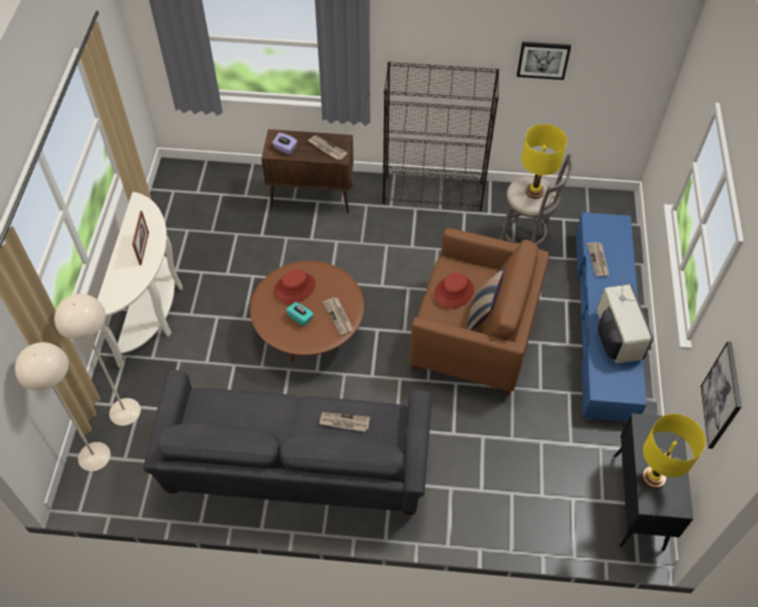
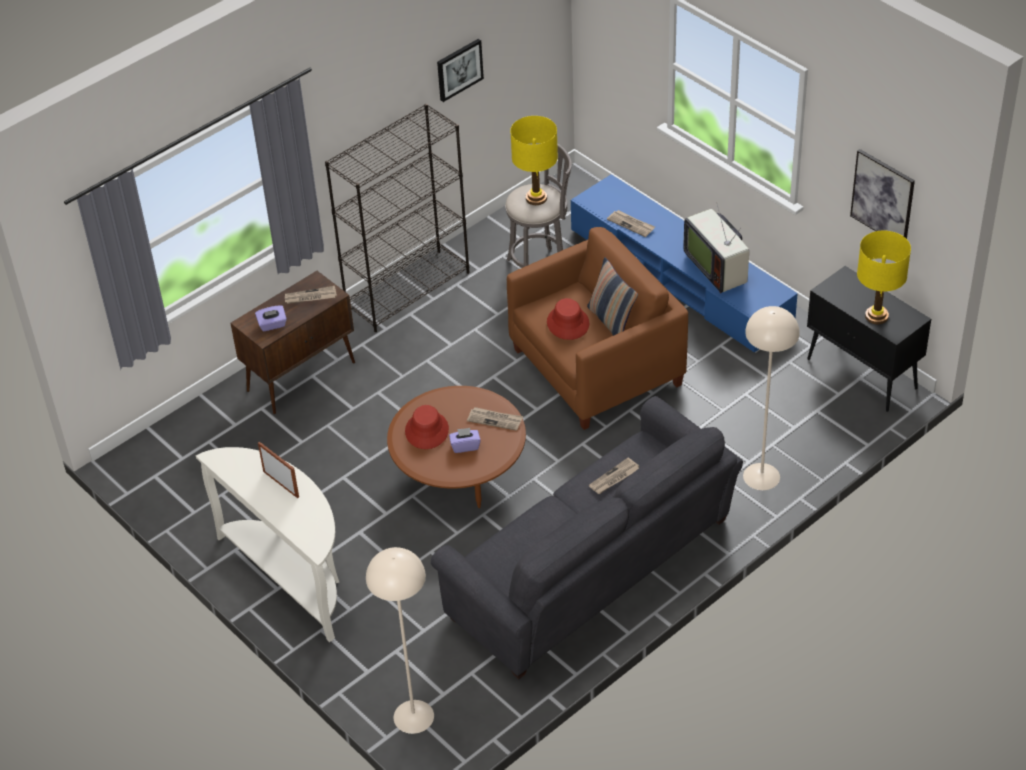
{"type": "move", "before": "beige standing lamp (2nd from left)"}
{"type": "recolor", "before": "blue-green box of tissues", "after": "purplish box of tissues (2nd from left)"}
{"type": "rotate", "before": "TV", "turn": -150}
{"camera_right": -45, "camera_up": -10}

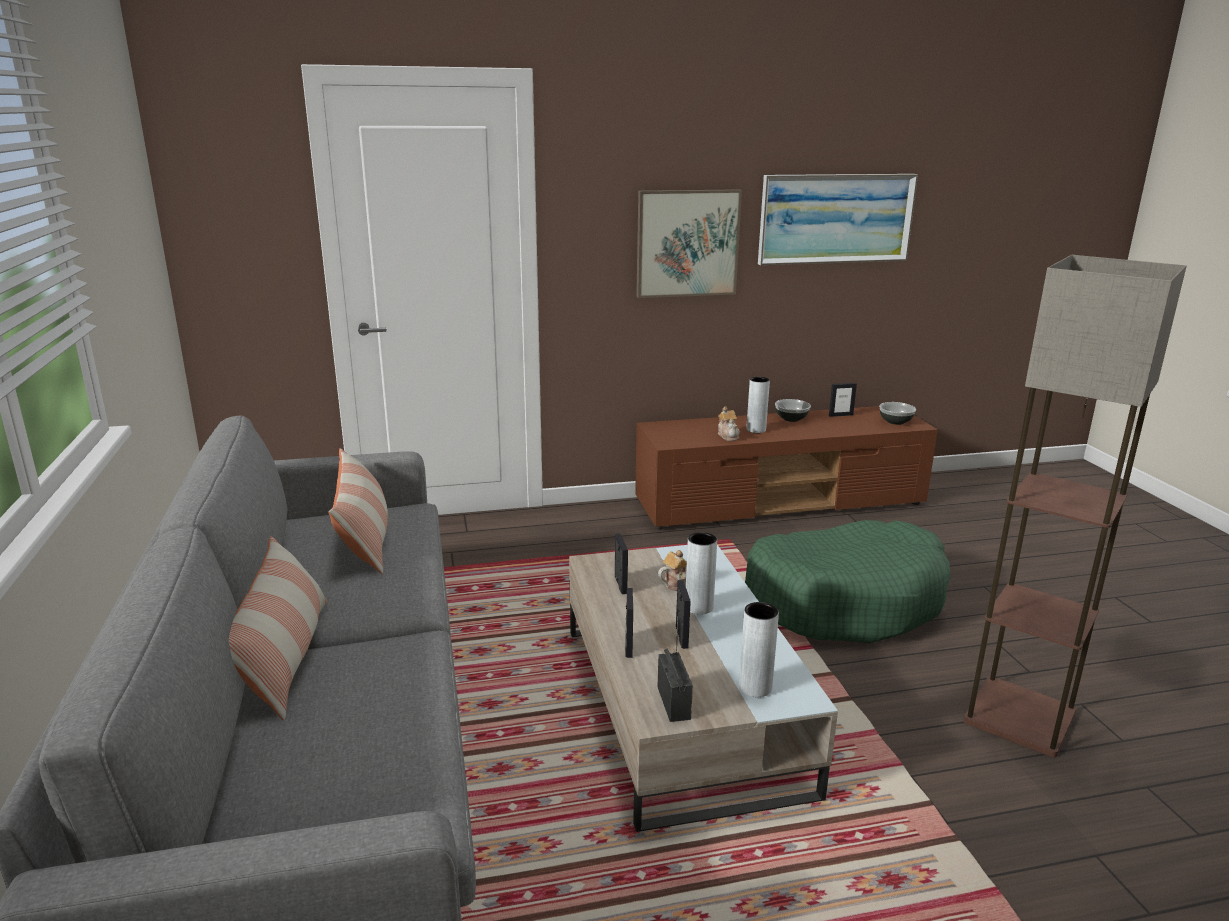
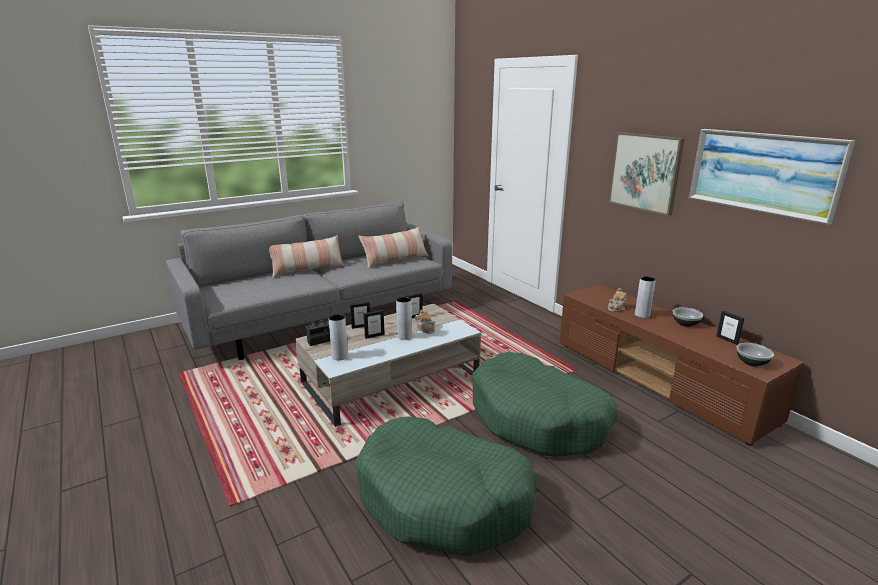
{"type": "replace", "before": "standing lamp", "after": "green-coloured dog cushion (1st from left)"}
{"camera_right": 70, "camera_up": 0}

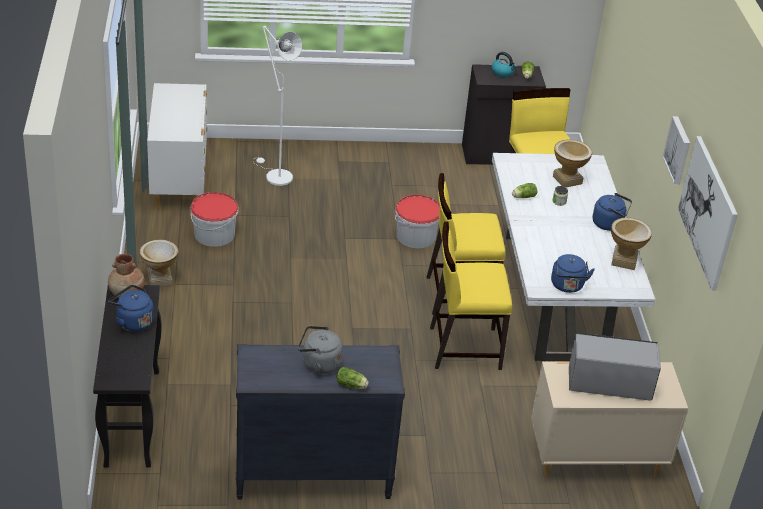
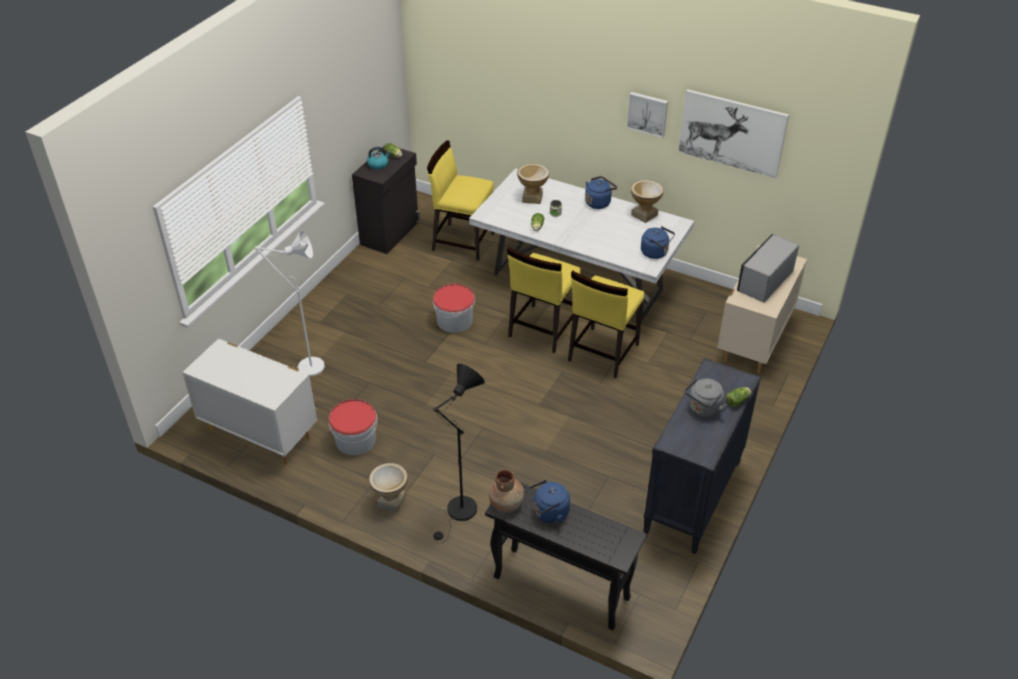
{"type": "insert", "after": "black-coloured standing lamp"}
{"camera_right": -55, "camera_up": 5}

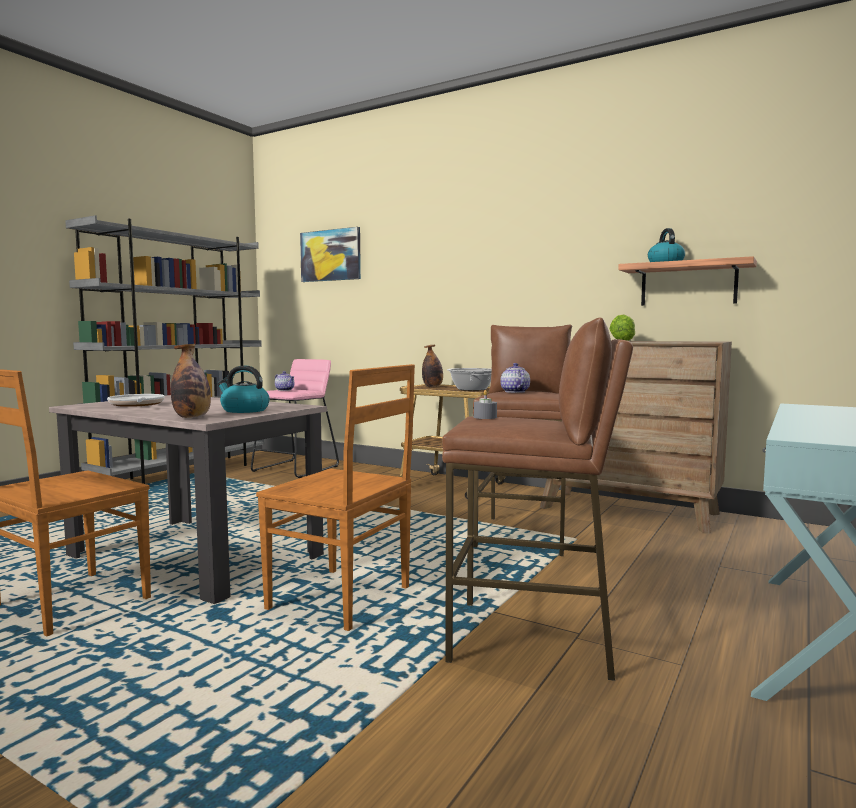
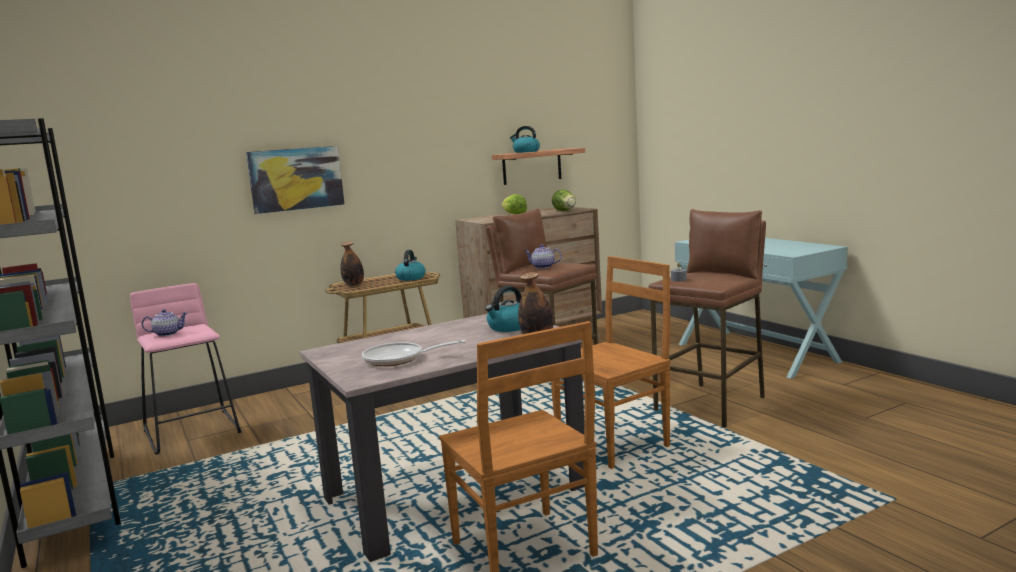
{"type": "insert", "after": "head of lettuce (2nd from left)"}
{"type": "move", "before": "wall art"}
{"type": "replace", "before": "cooking pot", "after": "kettle (1st from left)"}
{"camera_right": -60, "camera_up": 5}

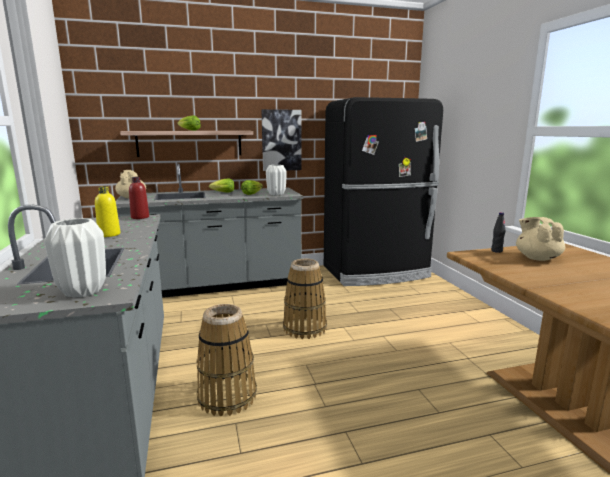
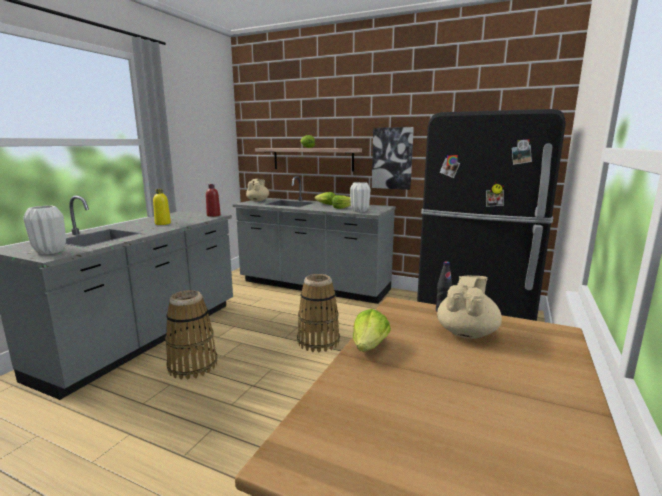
{"type": "insert", "after": "head of lettuce (4th from left)"}
{"camera_right": 40, "camera_up": 0}

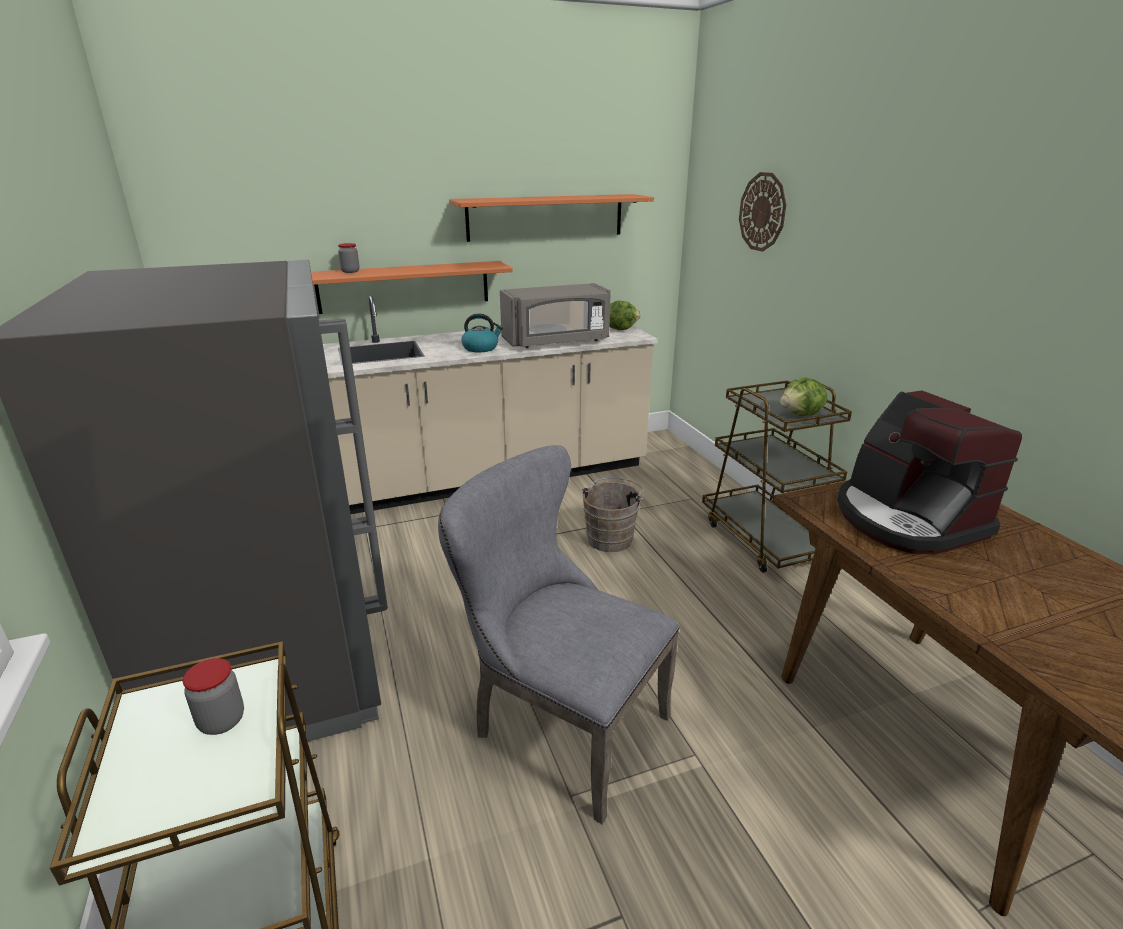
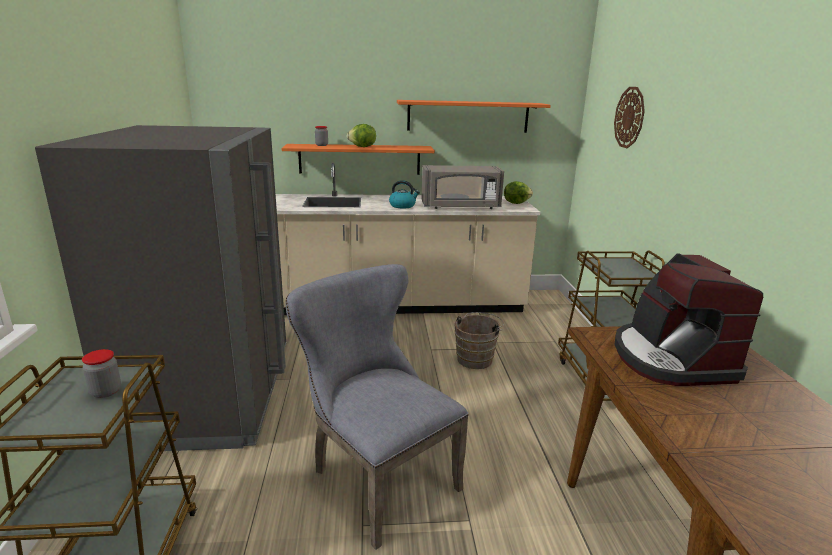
{"type": "move", "before": "head of lettuce (2nd from left in the first image)", "after": "head of lettuce (1st from left)"}
{"camera_right": 15, "camera_up": -5}

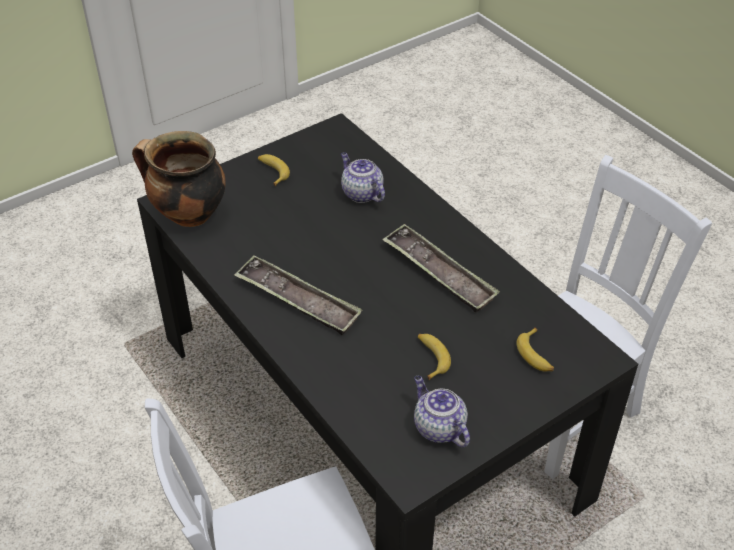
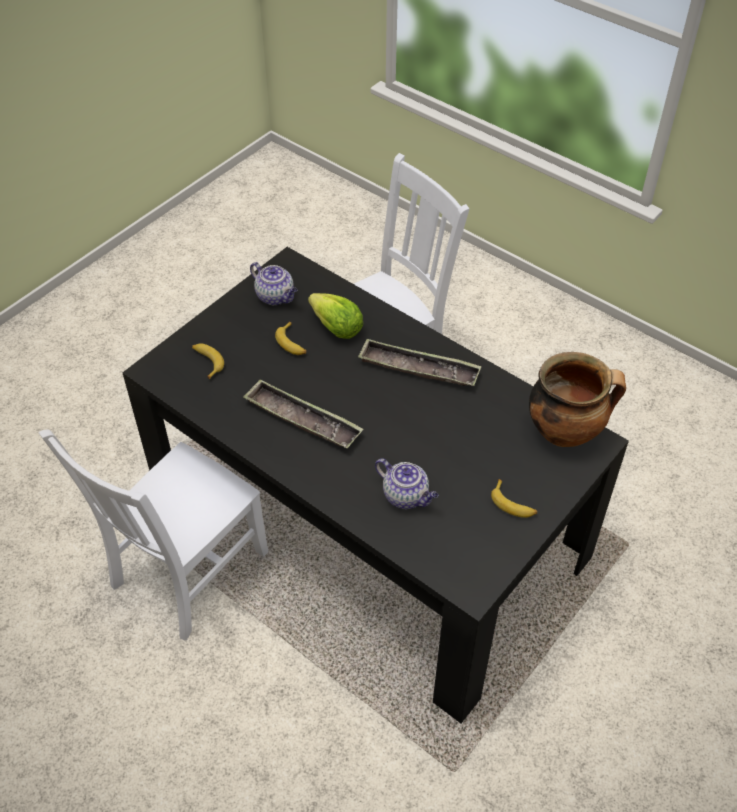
{"type": "insert", "after": "head of lettuce"}
{"camera_right": 165, "camera_up": 5}

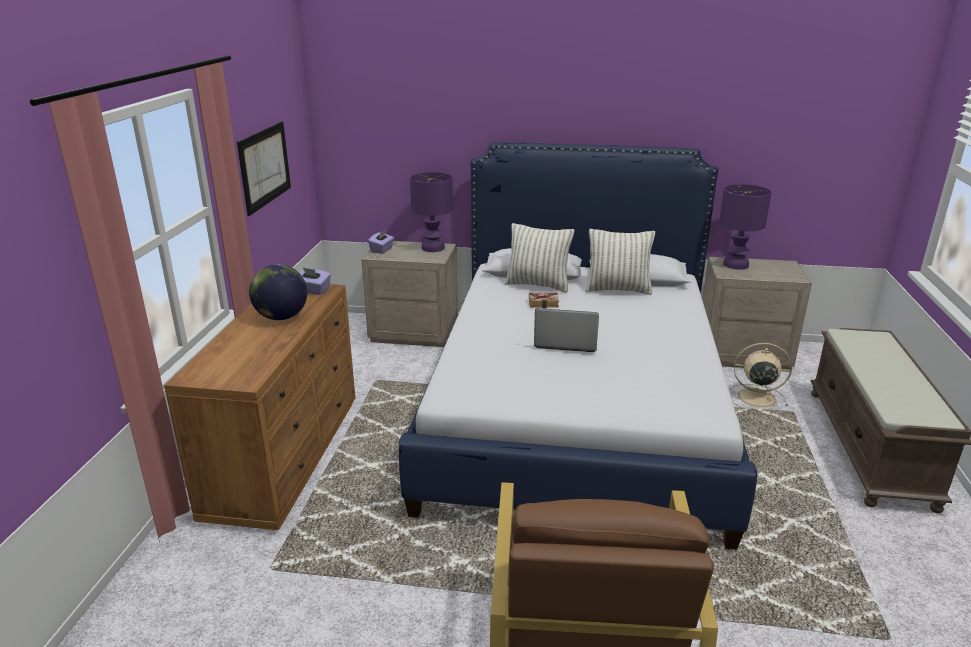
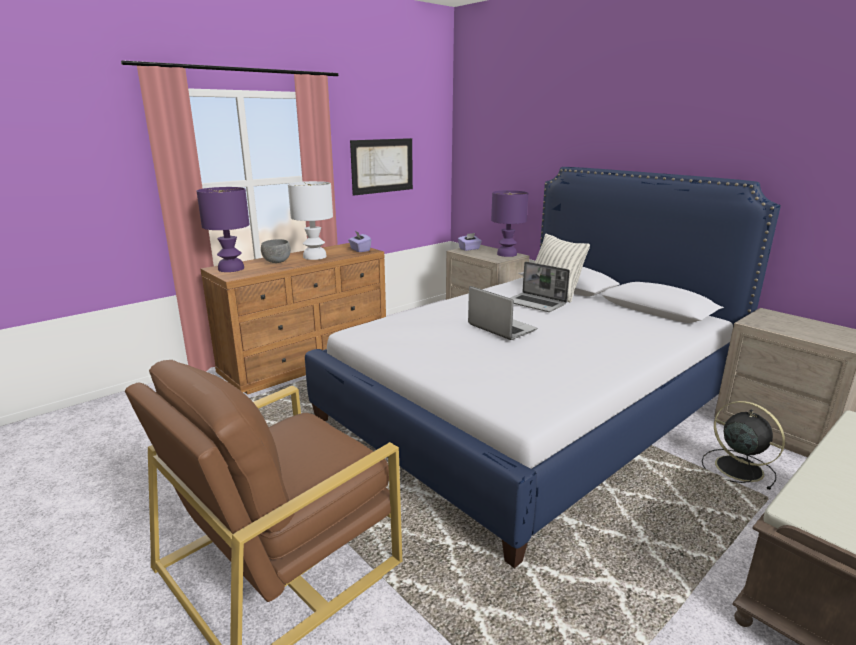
{"type": "delete", "before": "pillow (2nd from left)"}
{"type": "insert", "after": "greyish serving bowl"}
{"type": "move", "before": "purplish table lamp (2nd from left in the first image)", "after": "purplish table lamp (1st from left)"}
{"type": "replace", "before": "desk globe", "after": "white-coloured table lamp"}
{"type": "replace", "before": "book", "after": "portable computer (2nd from left)"}
{"type": "recolor", "before": "beige electric fan", "after": "black-coloured electric fan"}
{"camera_right": 40, "camera_up": -5}

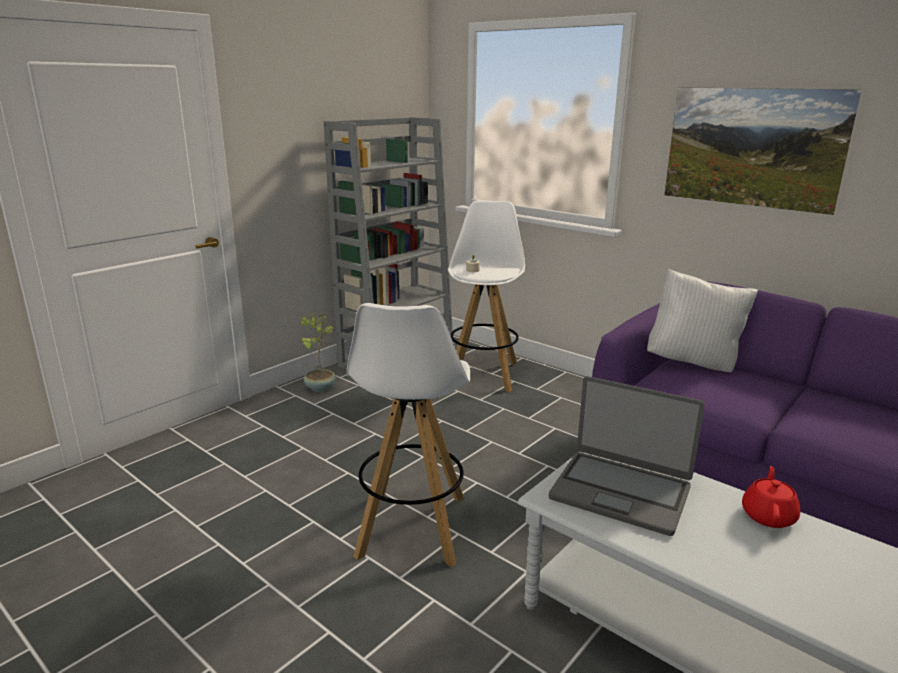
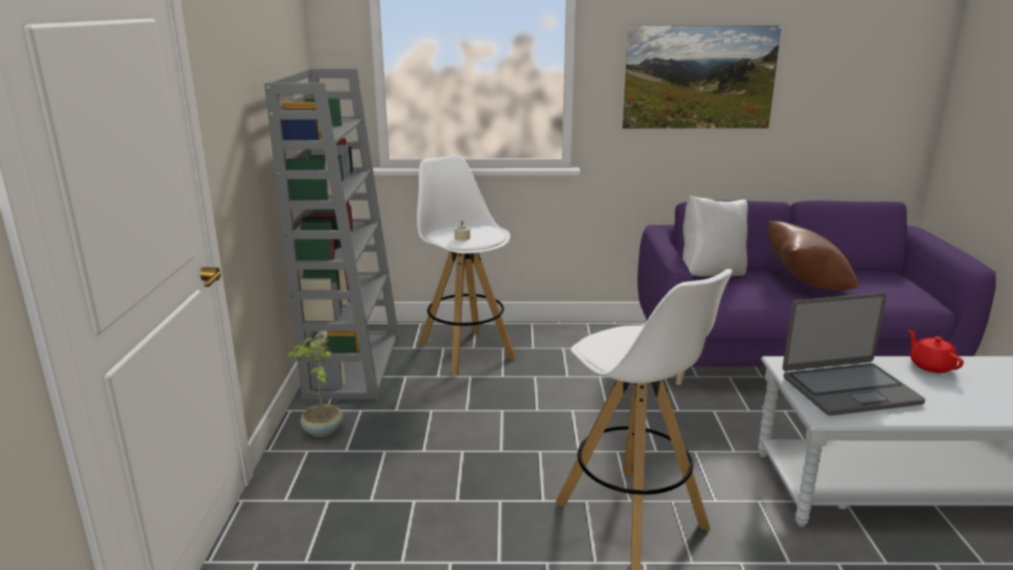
{"type": "insert", "after": "brown-coloured pillow"}
{"camera_right": -40, "camera_up": 0}

